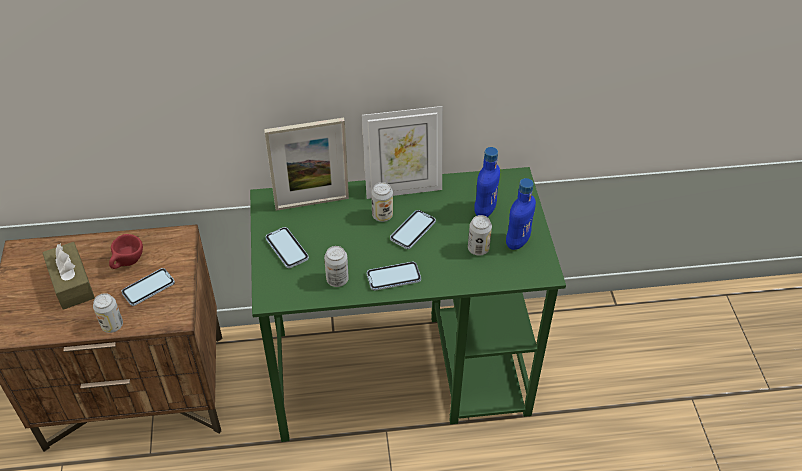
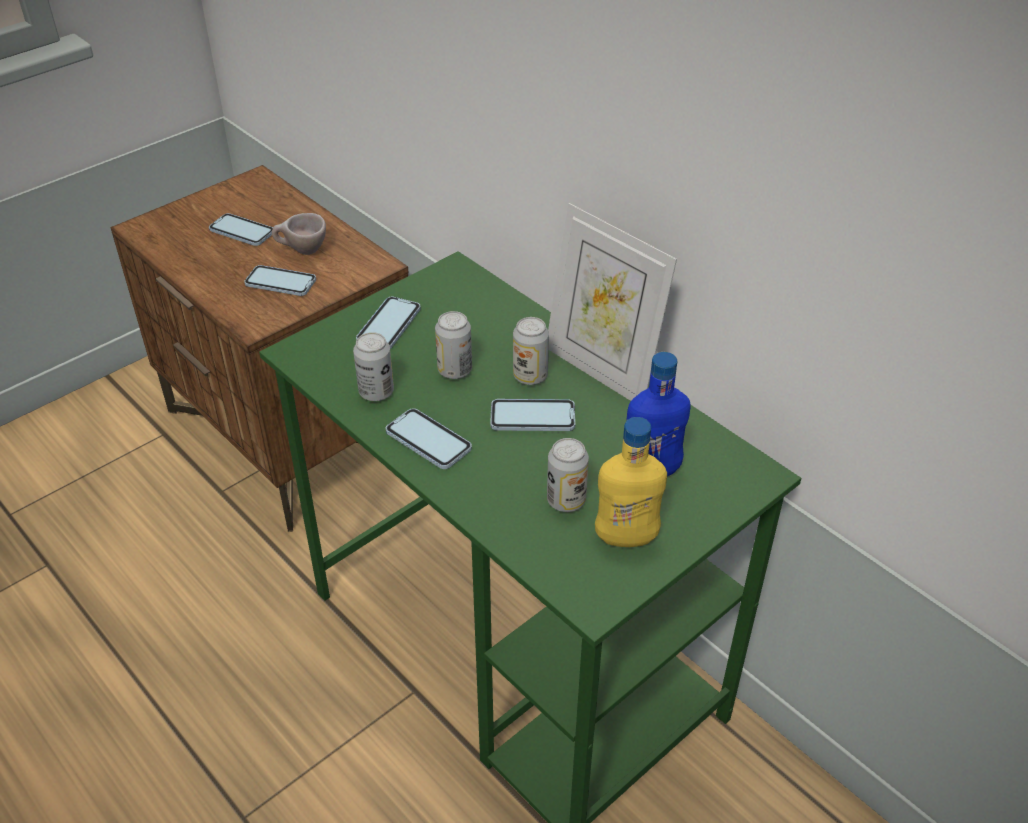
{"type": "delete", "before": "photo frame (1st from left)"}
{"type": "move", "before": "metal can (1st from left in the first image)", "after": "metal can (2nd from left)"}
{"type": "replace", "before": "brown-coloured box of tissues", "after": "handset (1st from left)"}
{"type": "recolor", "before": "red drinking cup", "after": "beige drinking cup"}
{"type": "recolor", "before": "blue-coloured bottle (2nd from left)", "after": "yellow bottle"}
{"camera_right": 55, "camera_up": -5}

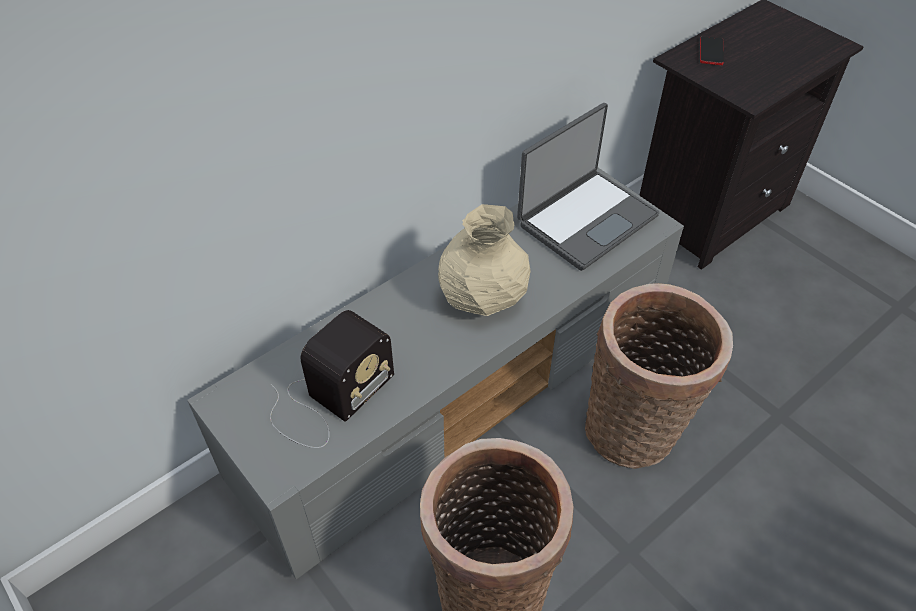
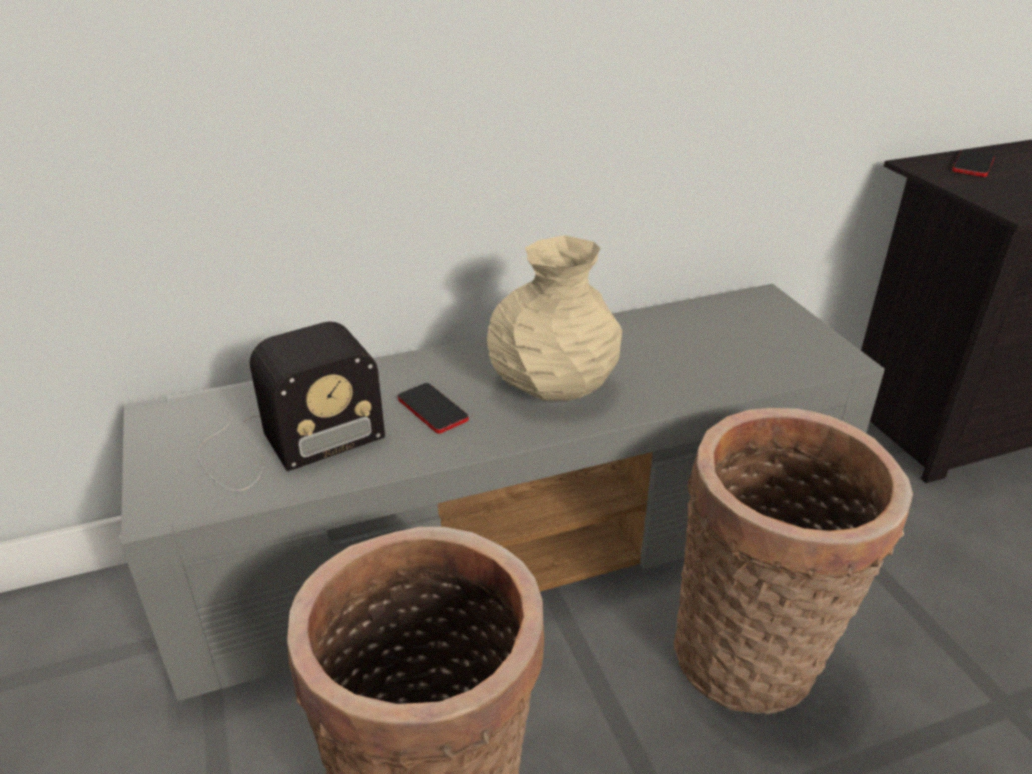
{"type": "delete", "before": "portable computer"}
{"type": "insert", "after": "handset (1st from left)"}
{"camera_right": 20, "camera_up": -15}

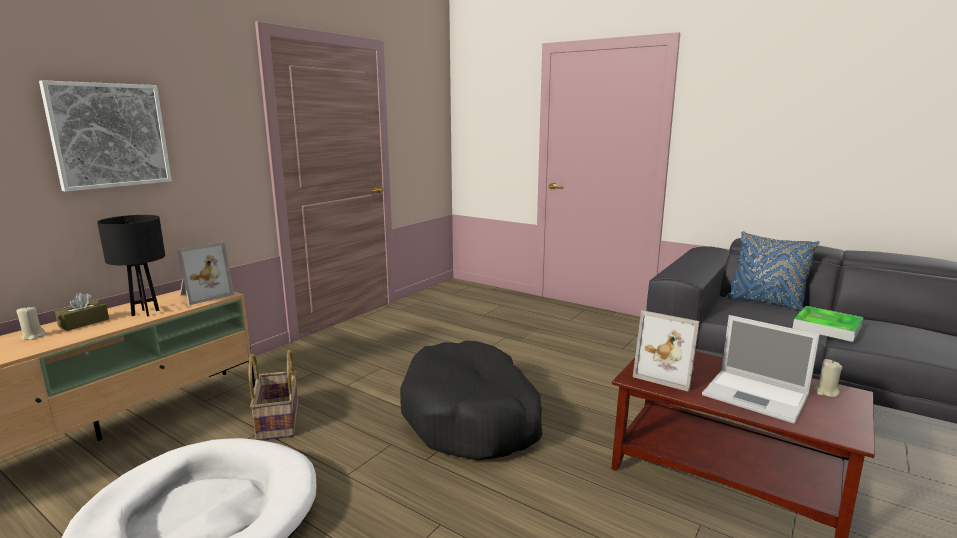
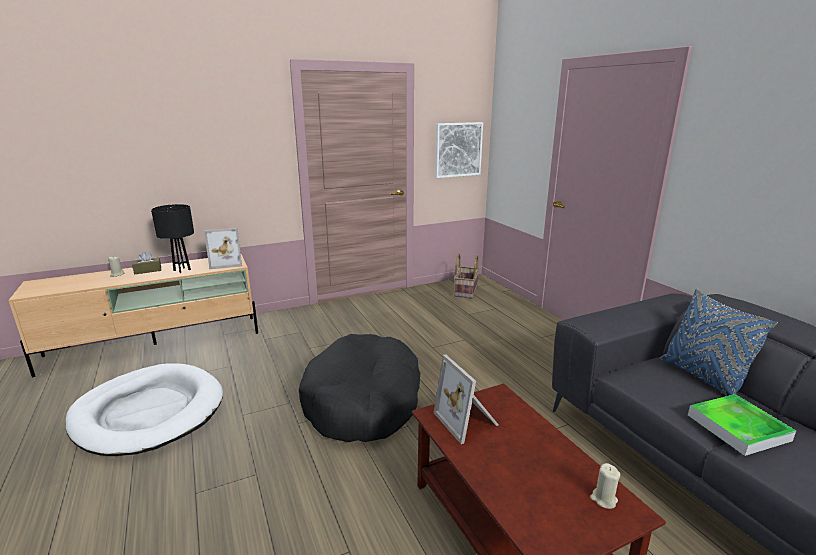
{"type": "delete", "before": "portable computer"}
{"type": "move", "before": "wall art"}
{"type": "move", "before": "household basket"}
{"camera_right": 30, "camera_up": 5}

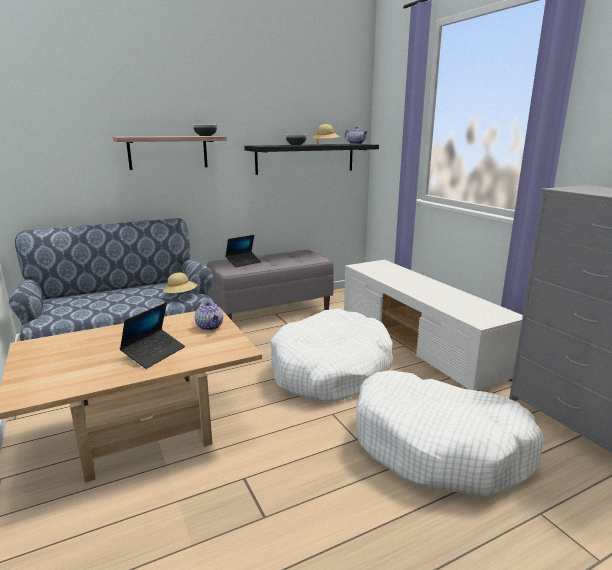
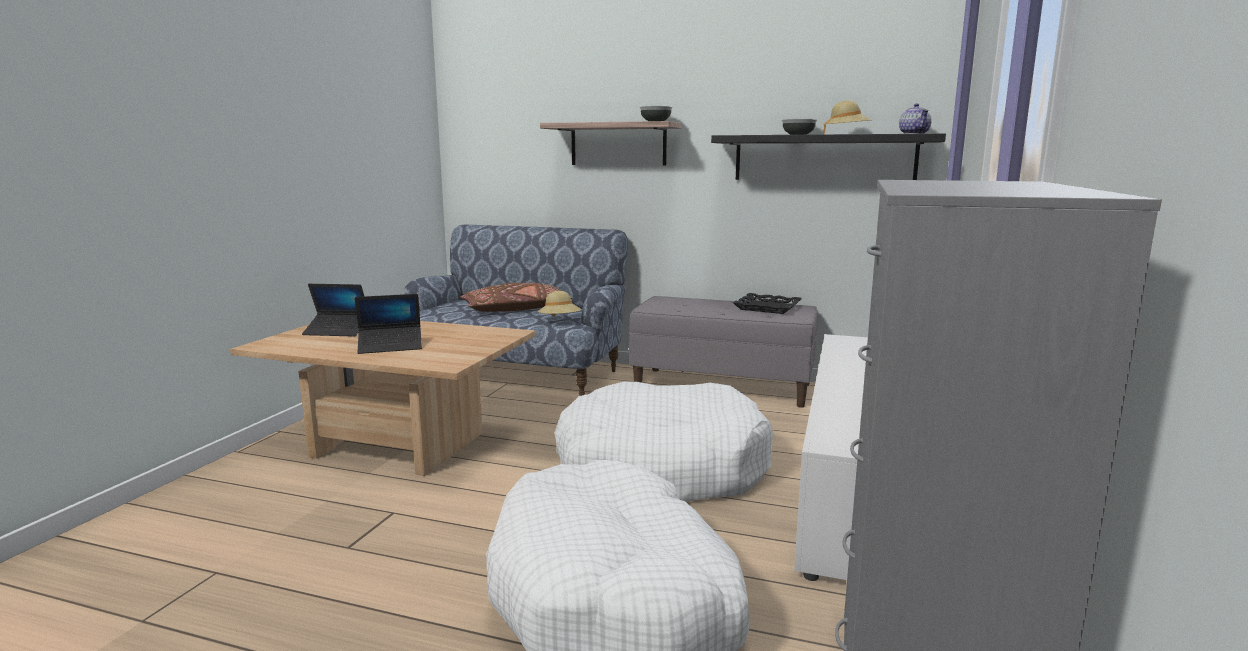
{"type": "delete", "before": "teapot (1st from left)"}
{"type": "insert", "after": "brown-coloured pillow"}
{"type": "insert", "after": "black-coloured carrying tray"}
{"type": "move", "before": "portable computer (2nd from left in the first image)", "after": "portable computer (1st from left)"}
{"camera_right": 45, "camera_up": -5}

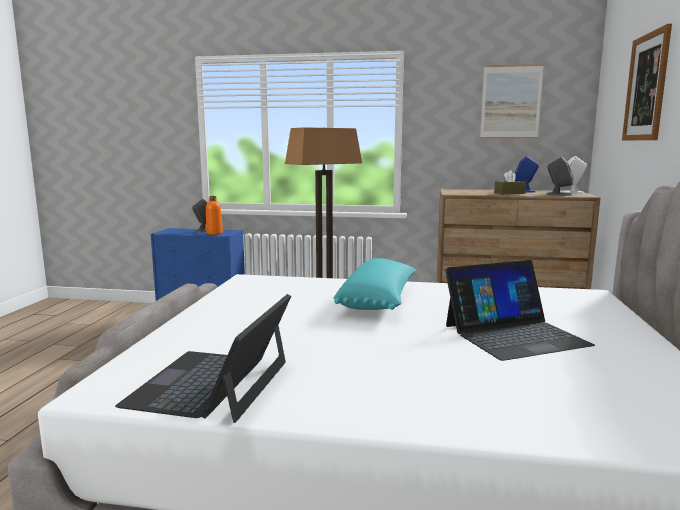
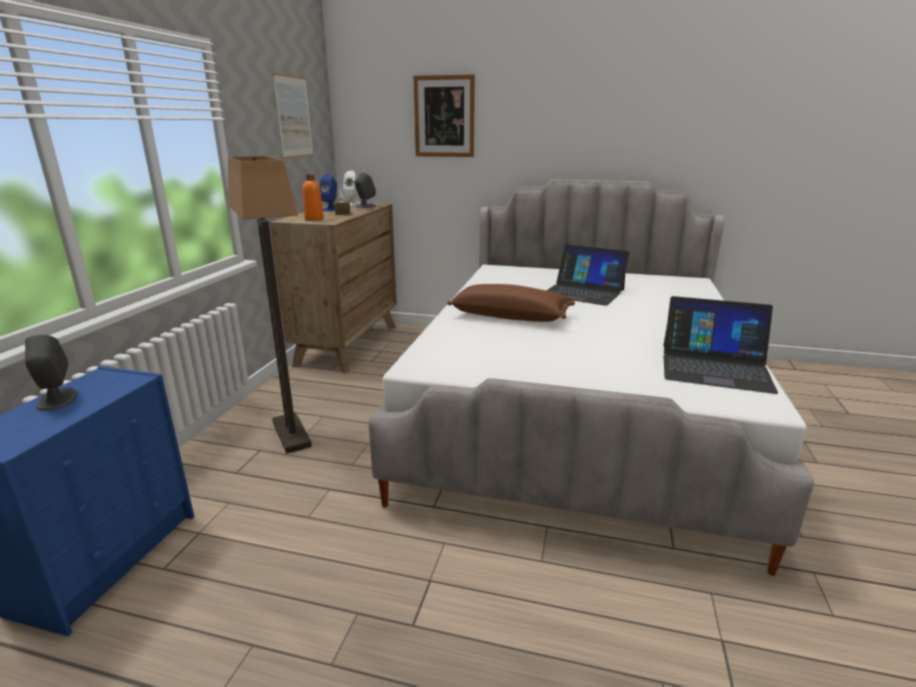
{"type": "move", "before": "orangey bottle"}
{"type": "recolor", "before": "blue-green pillow", "after": "brown-coloured pillow"}
{"type": "rotate", "before": "portable computer (2nd from left in the first image)", "turn": 135}
{"camera_right": -85, "camera_up": 10}

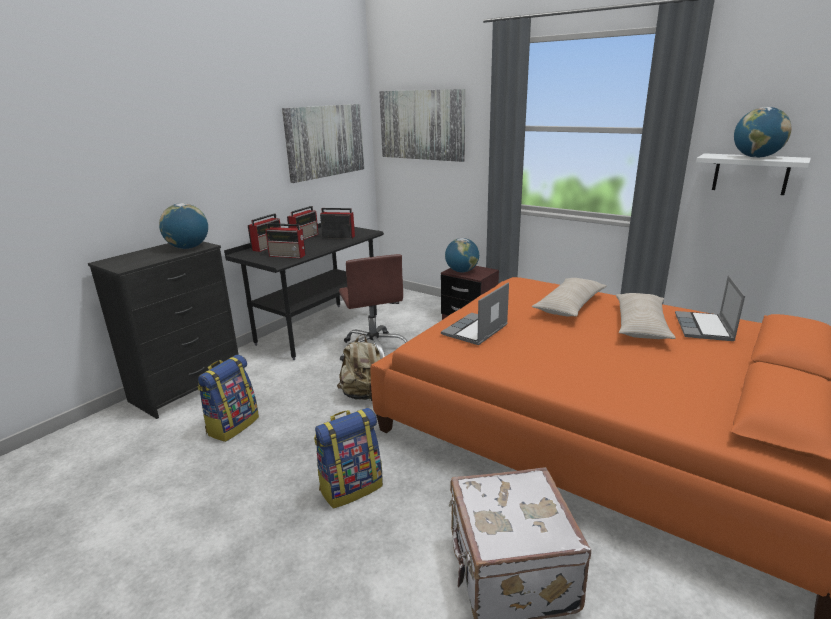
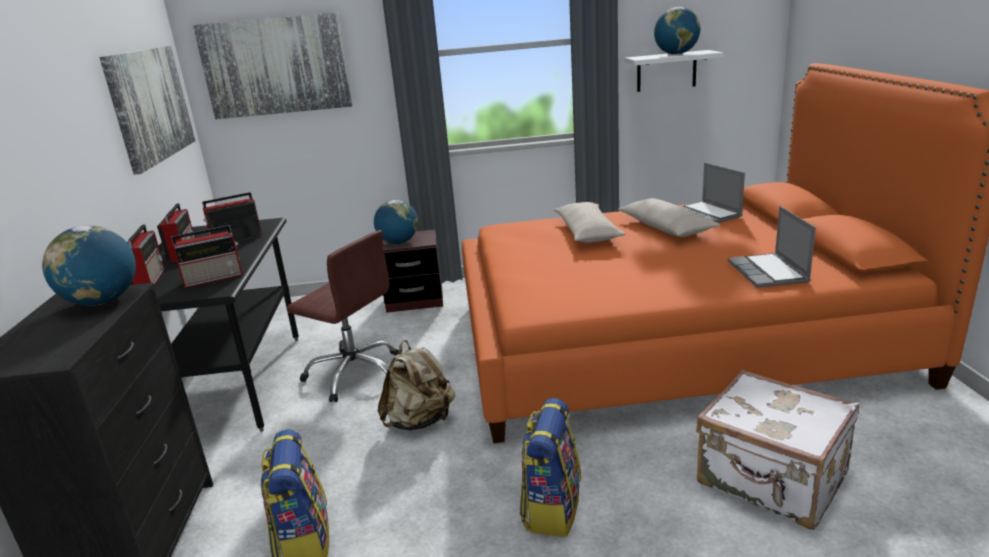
{"type": "move", "before": "portable computer (1st from left in the first image)", "after": "portable computer (2nd from left)"}
{"camera_right": -40, "camera_up": 0}

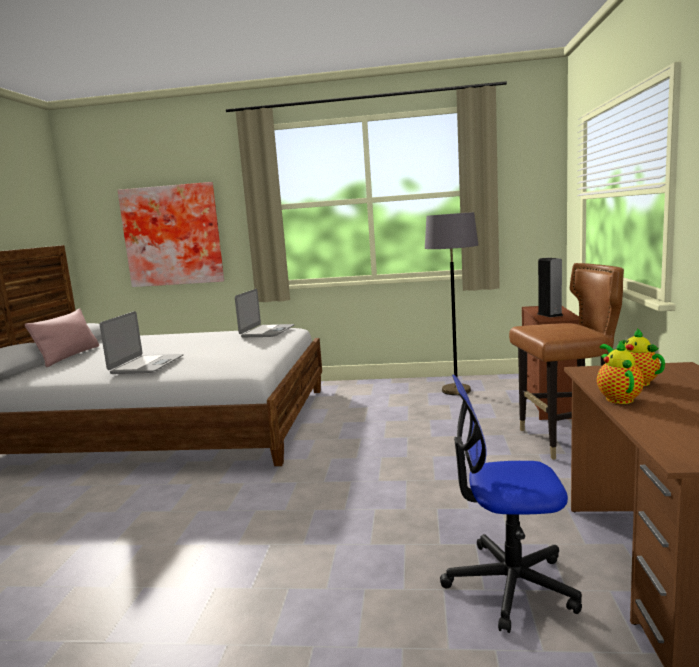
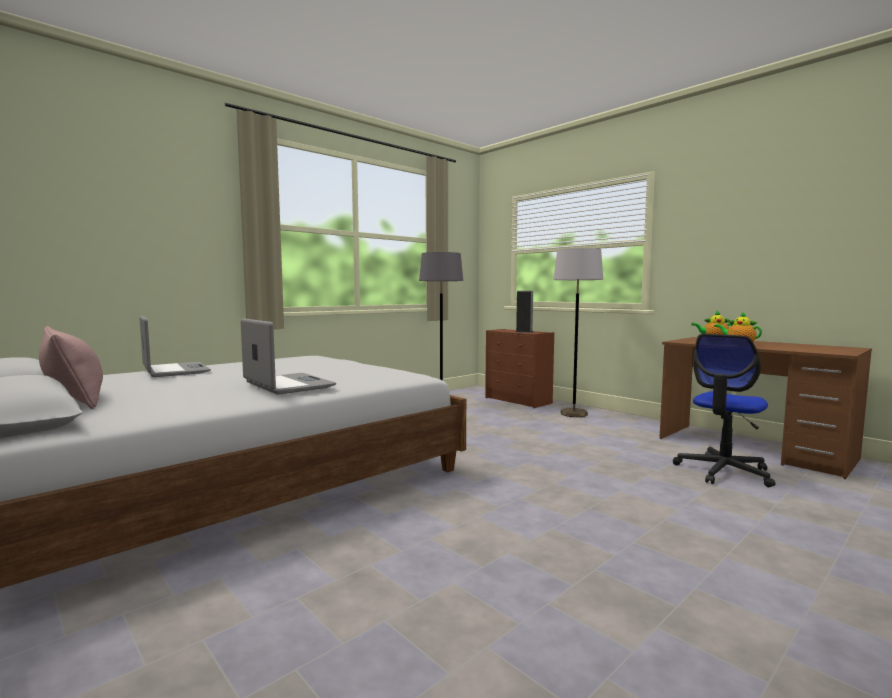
{"type": "delete", "before": "wall art"}
{"type": "move", "before": "portable computer (2nd from left in the first image)", "after": "portable computer (1st from left)"}
{"type": "replace", "before": "brown-coloured plain chair", "after": "greyish standing lamp (2nd from left)"}
{"camera_right": -50, "camera_up": -5}

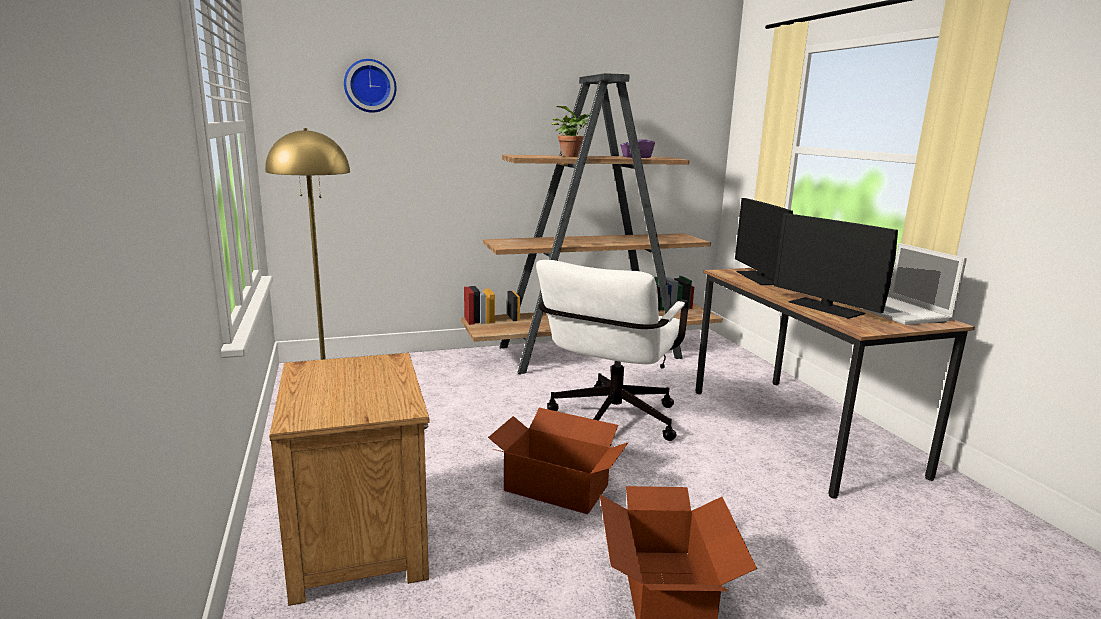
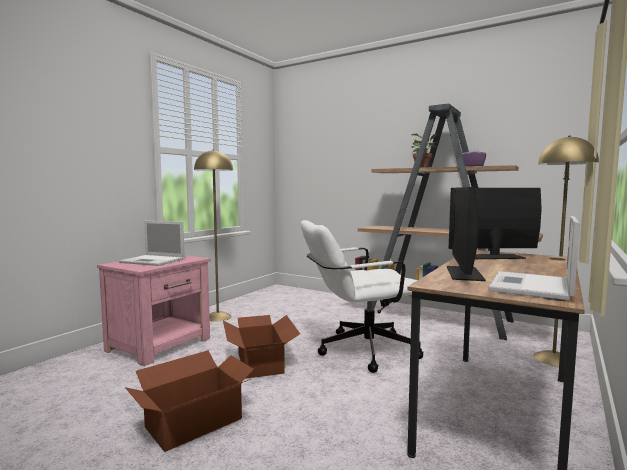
{"type": "delete", "before": "wall clock"}
{"type": "insert", "after": "portable computer (1st from left)"}
{"type": "insert", "after": "yellow standing lamp (2nd from left)"}
{"type": "recolor", "before": "brown-coloured night table", "after": "pink night table"}
{"type": "rotate", "before": "computer display (1st from left in the first image)", "turn": 45}
{"camera_right": 50, "camera_up": -10}

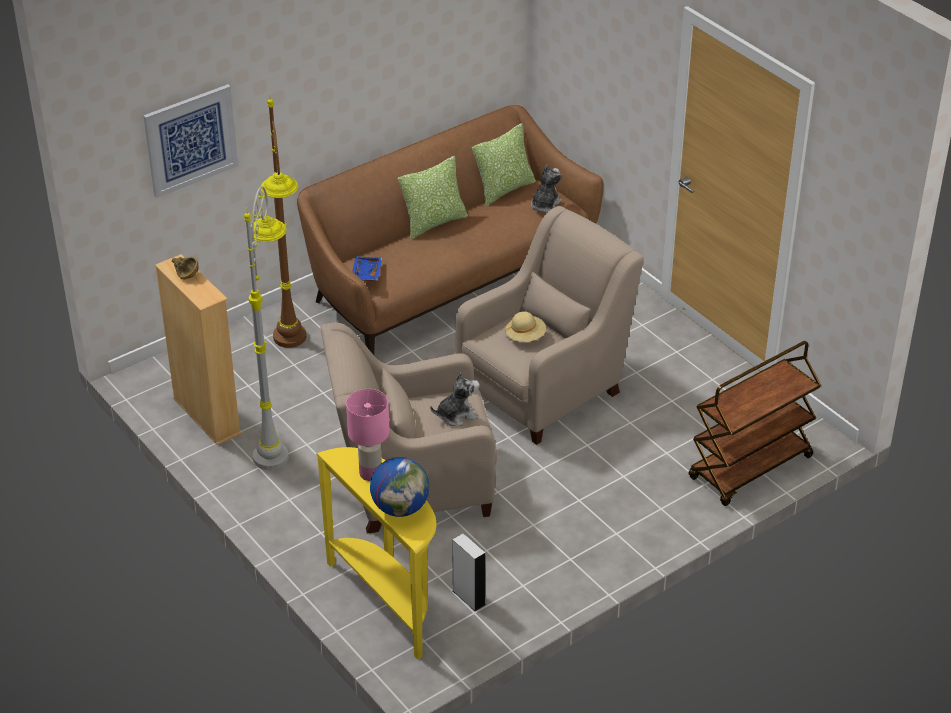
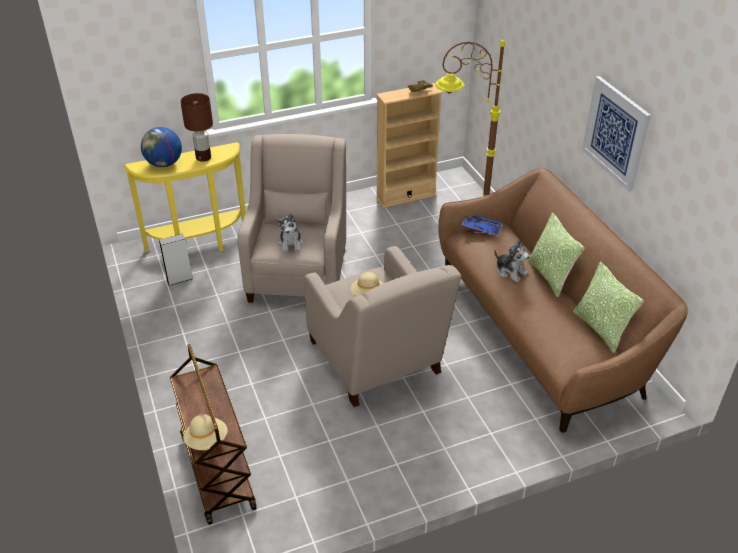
{"type": "delete", "before": "greyish standing lamp"}
{"type": "insert", "after": "beige hat (1st from left)"}
{"type": "move", "before": "wall art"}
{"type": "move", "before": "plush toy (2nd from left)"}
{"type": "recolor", "before": "pink table lamp", "after": "brown-coloured table lamp"}
{"camera_right": 105, "camera_up": 0}

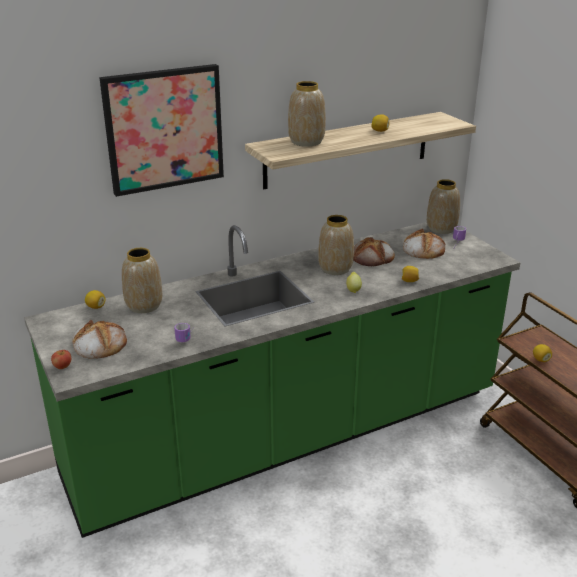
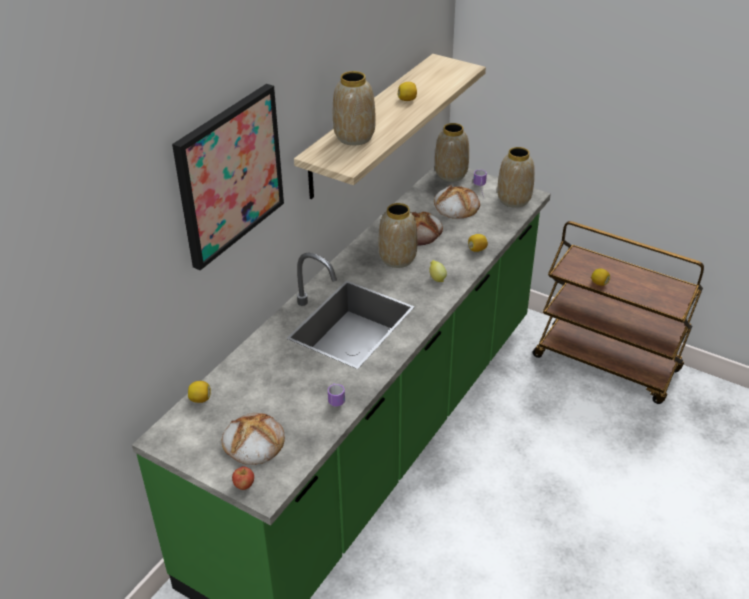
{"type": "move", "before": "flower vase (1st from left in the first image)", "after": "flower vase (4th from left)"}
{"camera_right": -30, "camera_up": 10}

